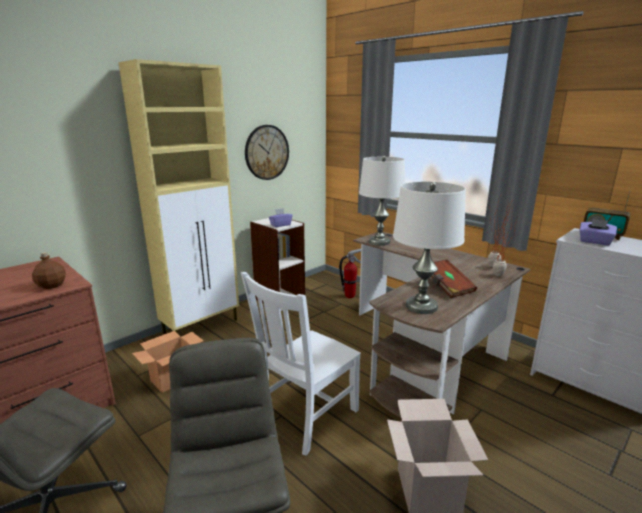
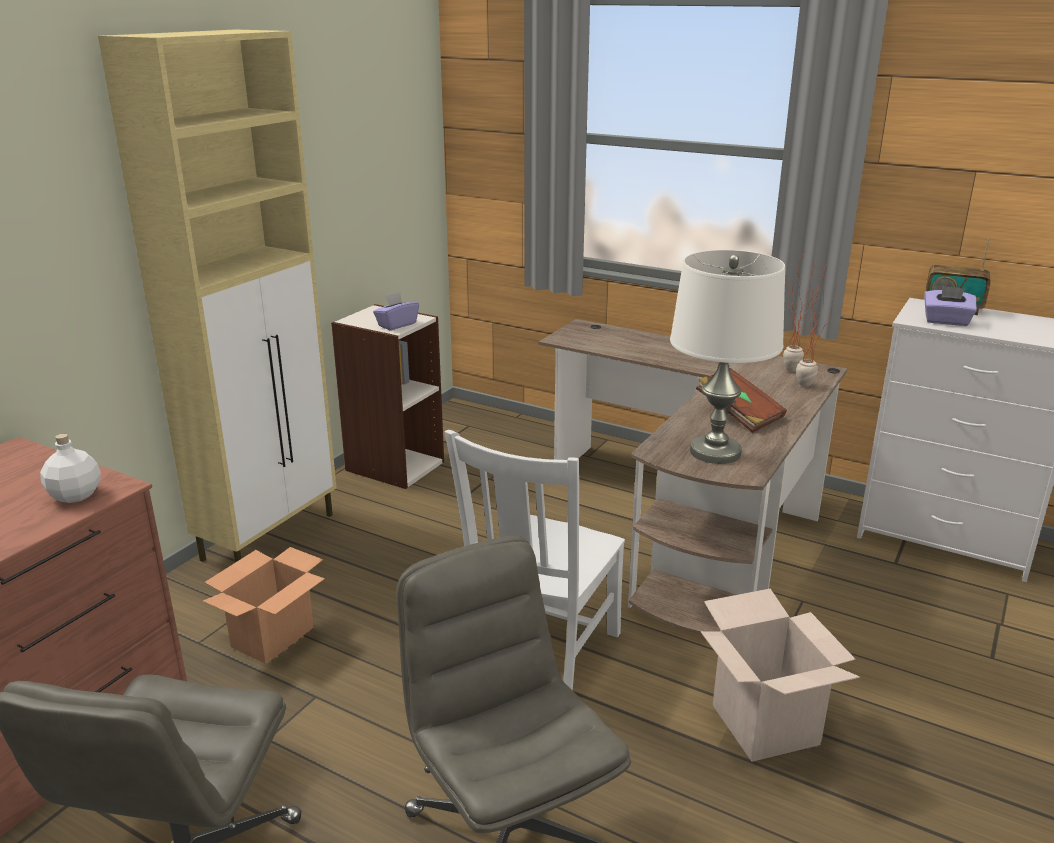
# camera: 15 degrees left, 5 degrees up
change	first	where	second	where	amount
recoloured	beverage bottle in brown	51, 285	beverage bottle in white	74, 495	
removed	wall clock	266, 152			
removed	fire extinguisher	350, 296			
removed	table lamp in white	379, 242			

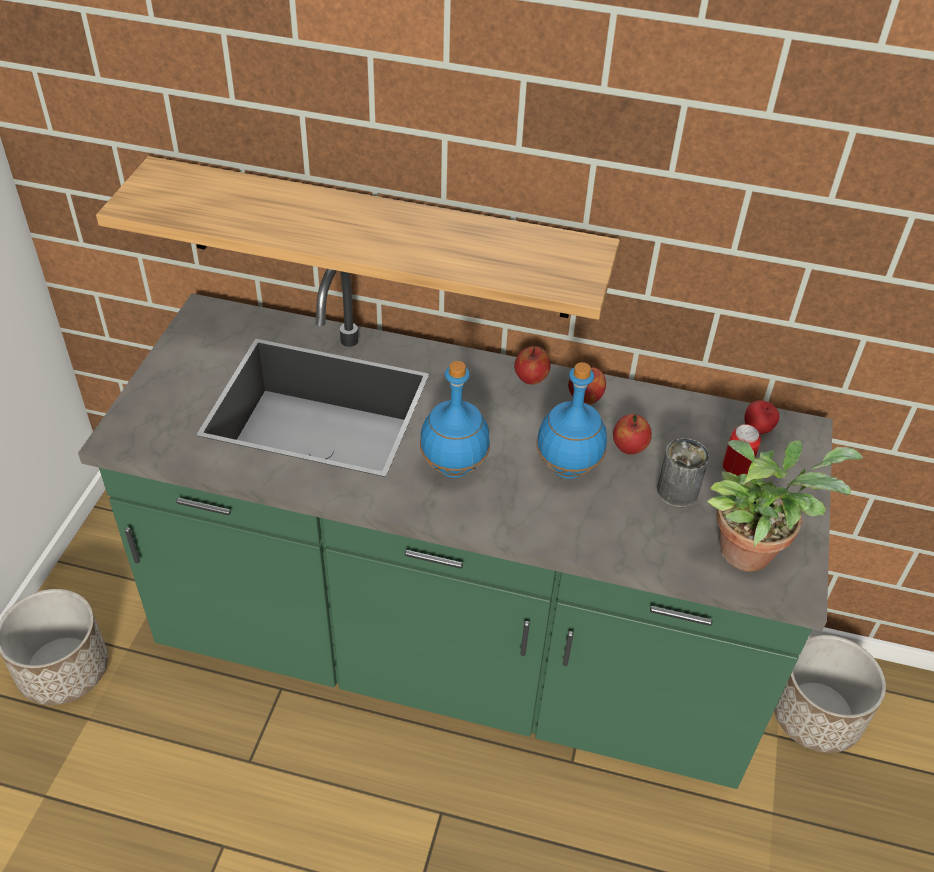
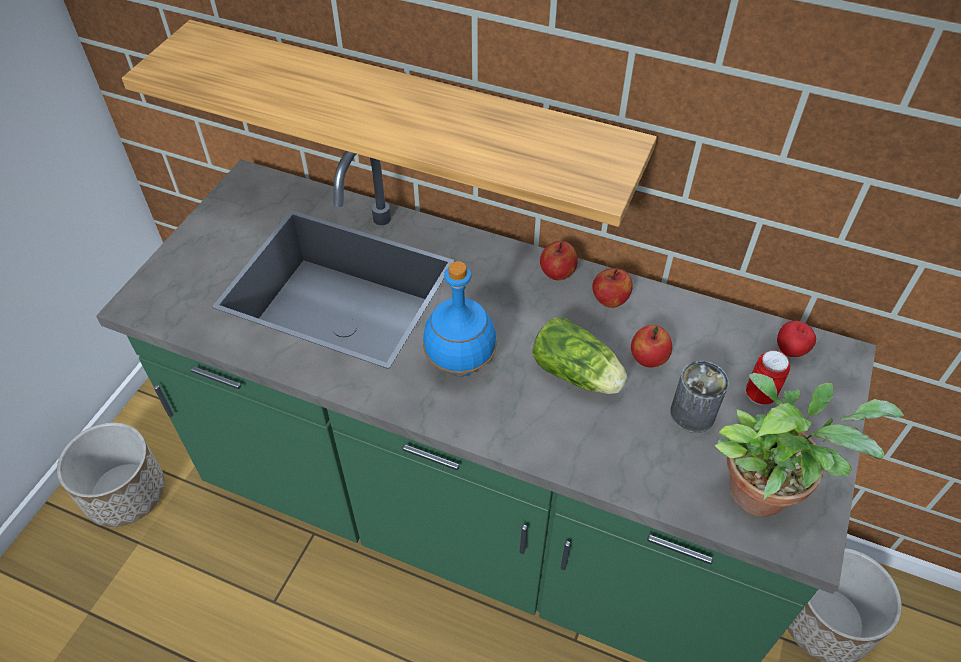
# camera: 10 degrees right, 5 degrees up
change	first	where	second	where	amount
replaced	beverage bottle in bluish	567, 467	lettuce head	578, 375	

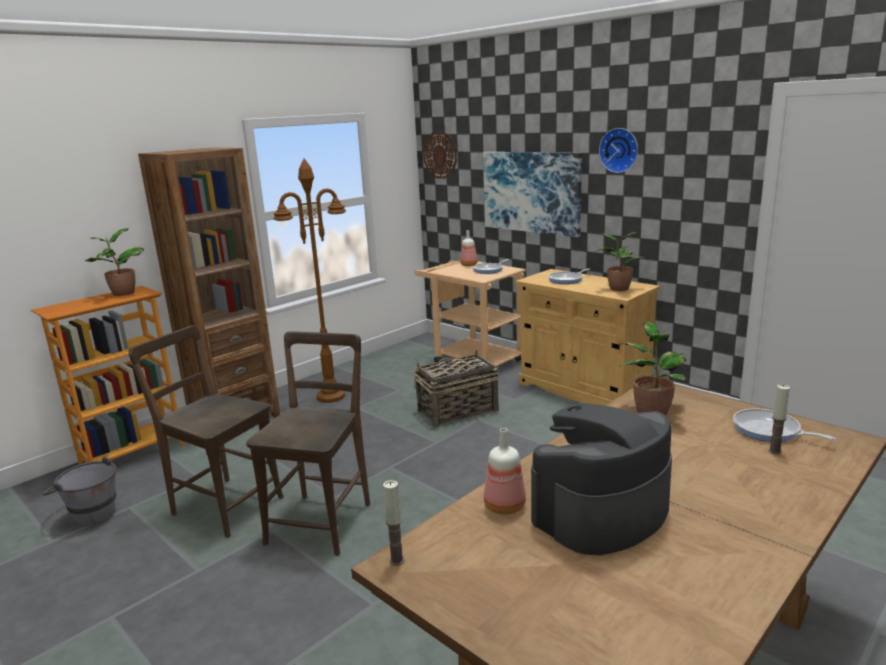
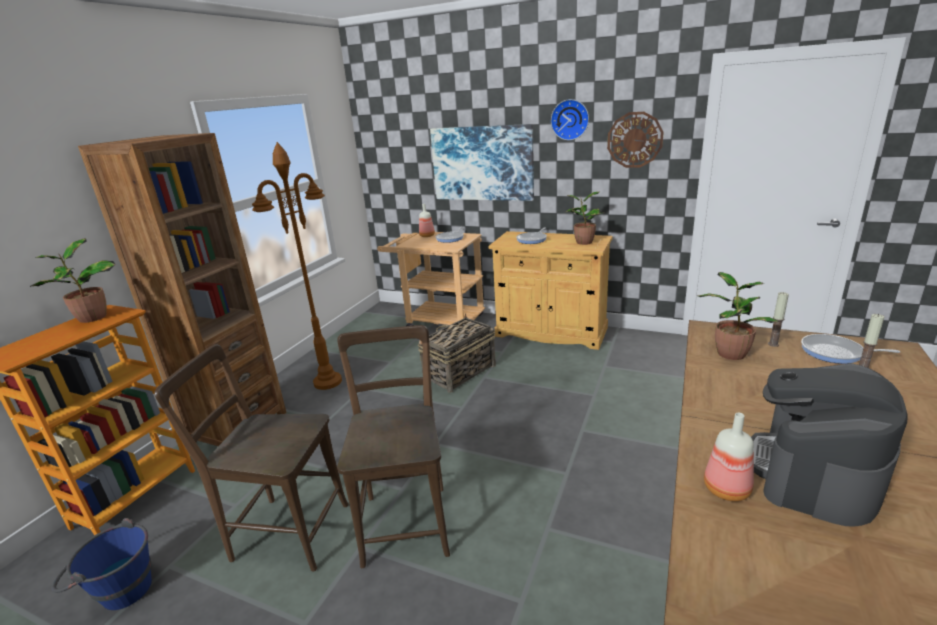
# camera: 20 degrees left, 5 degrees up
change	first	where	second	where	amount
recoloured	pail in grey	89, 513	pail in bluish	118, 590	
moved	wall clock	440, 154		634, 140	
moved	wax candle	397, 560		773, 344	

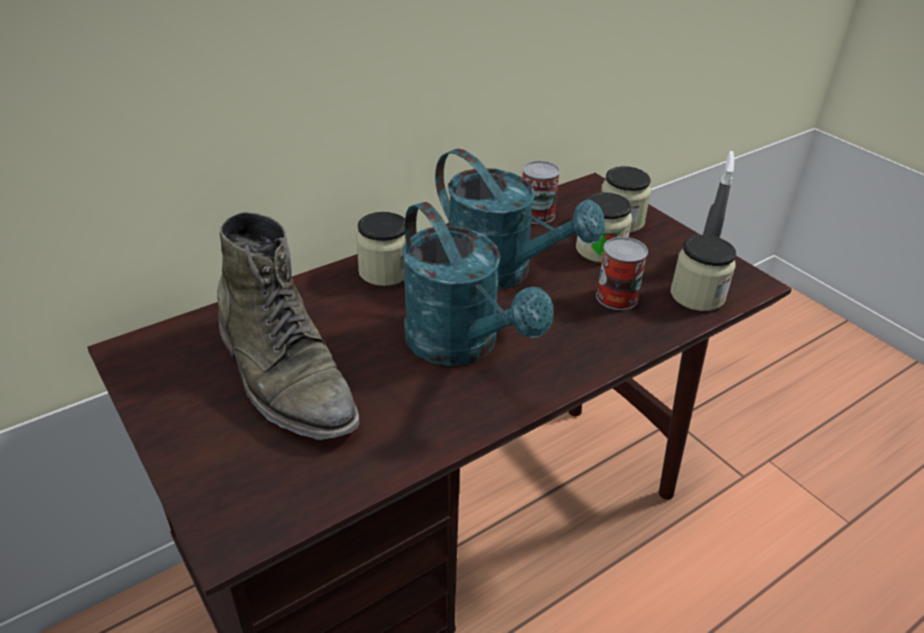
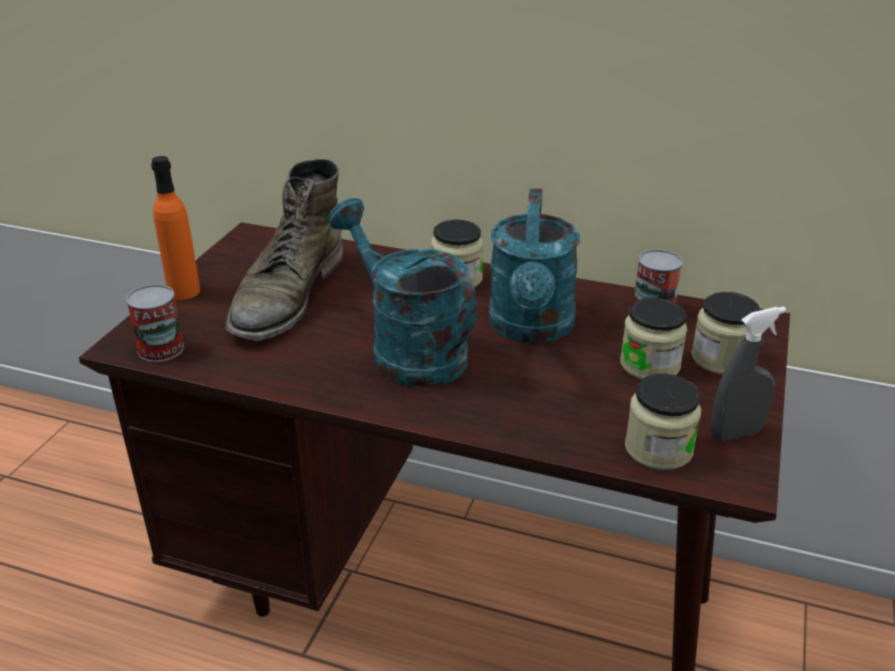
# camera: 55 degrees right, 5 degrees down
change	first	where	second	where	amount
moved	metal can	617, 297		161, 349	
added			beverage bottle in orange-coloured	184, 291	
turned	watering can in turquoise	462, 346		407, 349	120 degrees clockwise

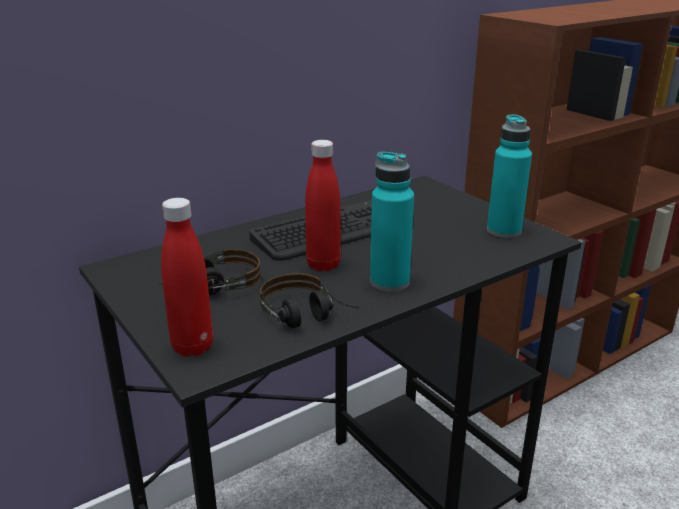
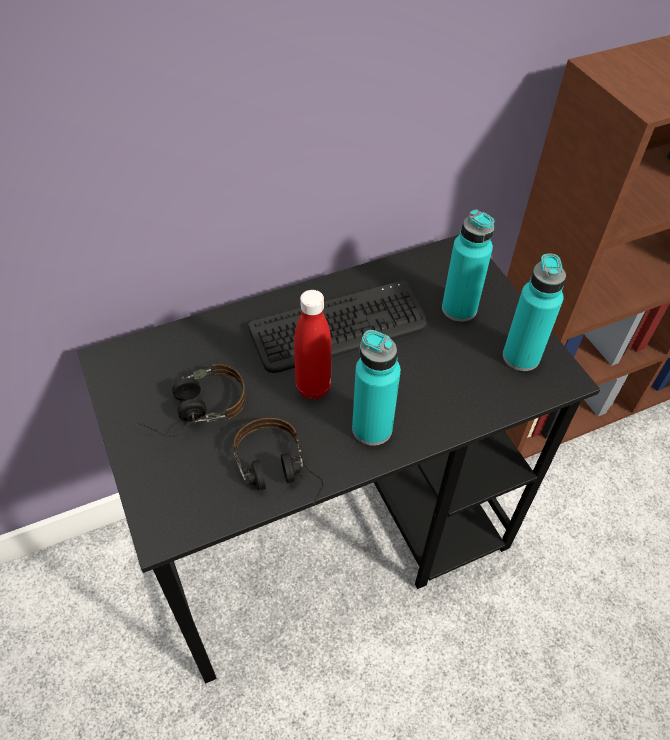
# camera: 10 degrees right, 25 degrees up
change	first	where	second	where	amount
added			beverage bottle in turquoise	459, 309	
removed	beverage bottle in red	192, 347			

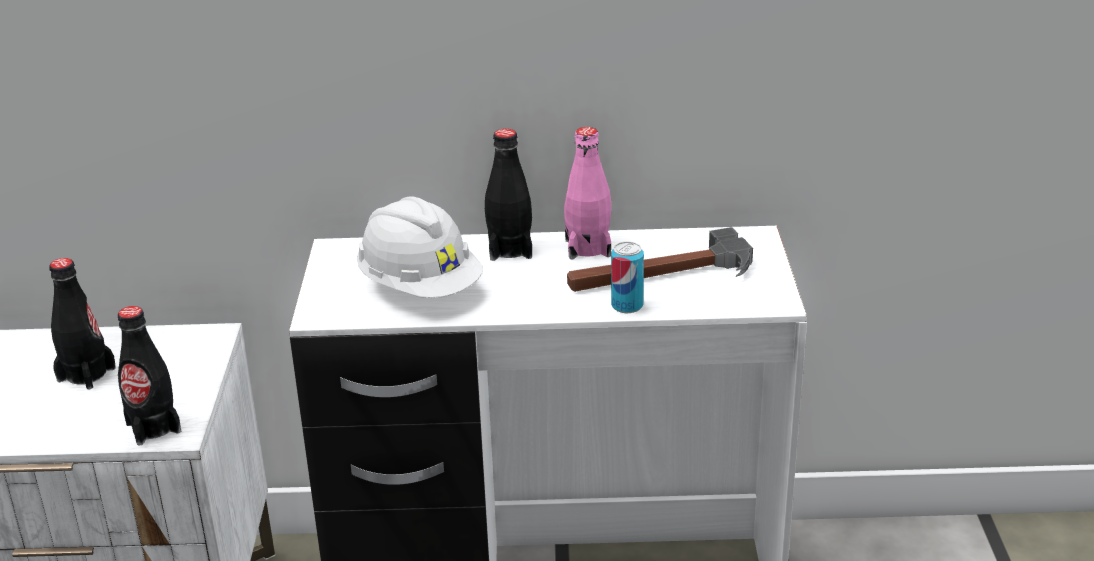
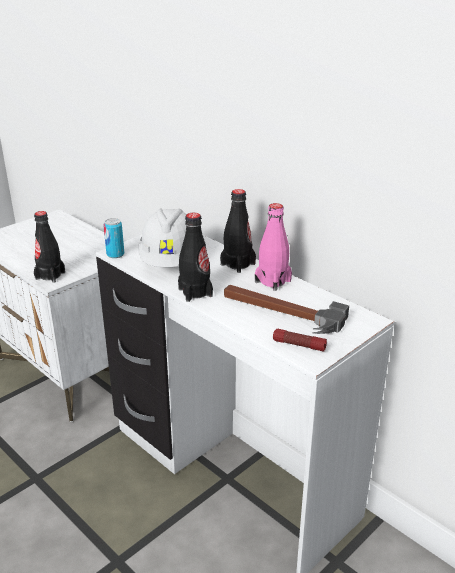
# camera: 45 degrees right, 0 degrees up
change	first	where	second	where	amount
moved	metal can	627, 306		115, 254	
moved	beverage bottle in black	86, 374		195, 292	
added			torch	299, 345	

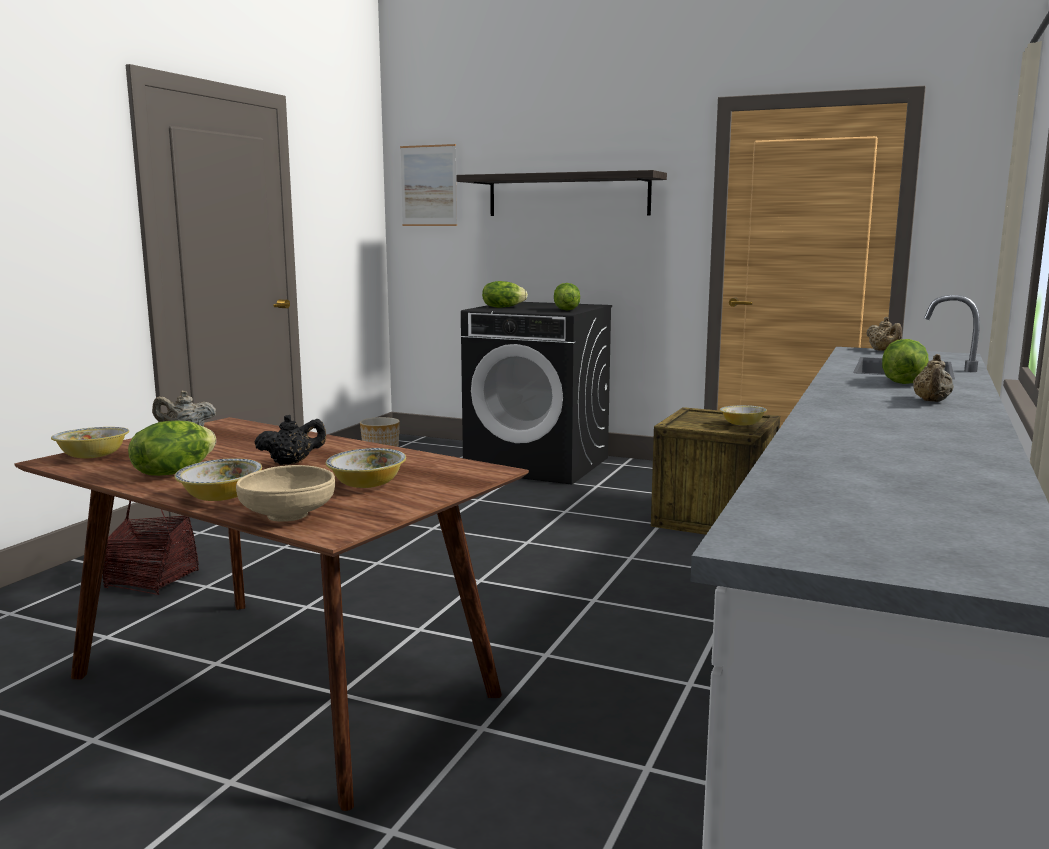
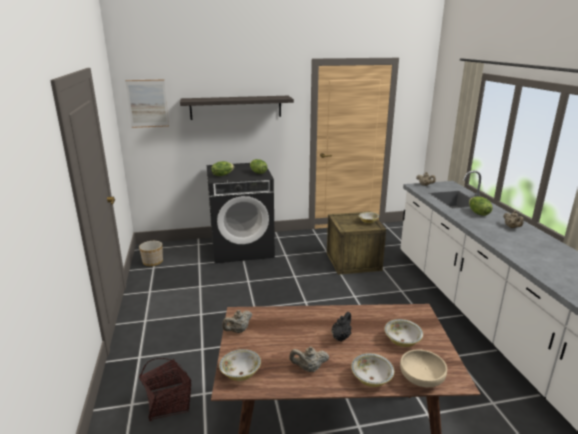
# camera: 35 degrees left, 10 degrees up
change	first	where	second	where	amount
replaced	lettuce head	174, 472	teapot in beige	309, 368	

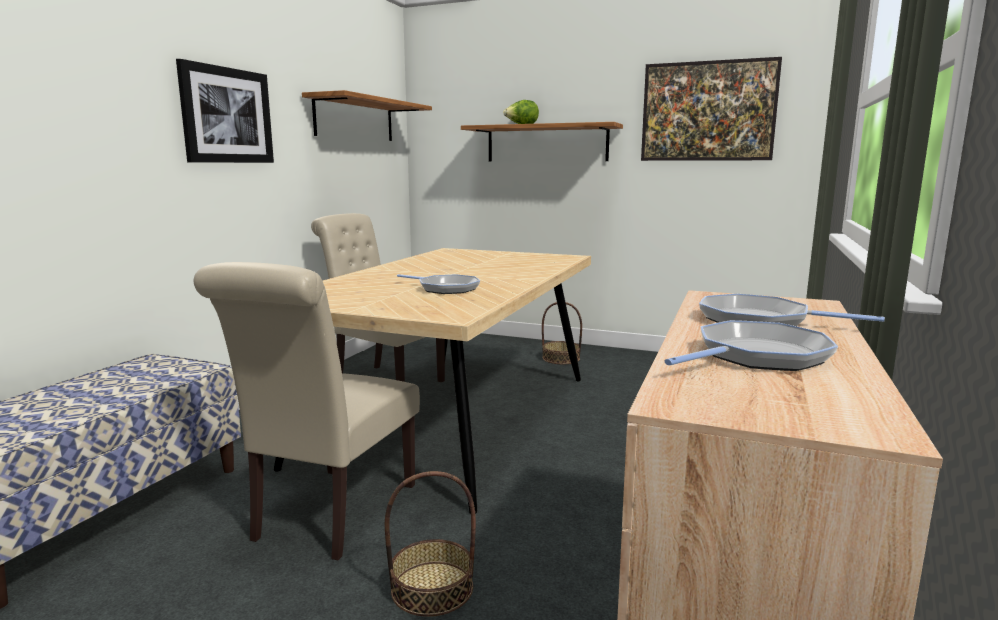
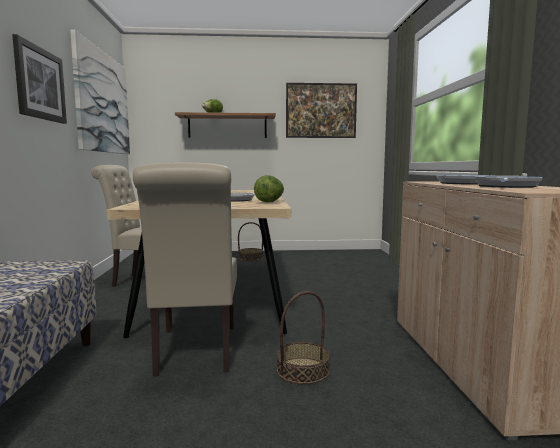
# camera: 25 degrees left, 5 degrees down
change	first	where	second	where	amount
replaced	bracket shelf	355, 119	picture	103, 103	
added			lettuce head	270, 202	

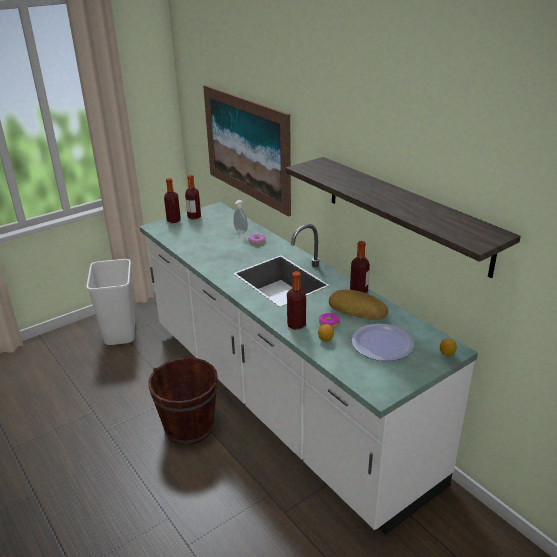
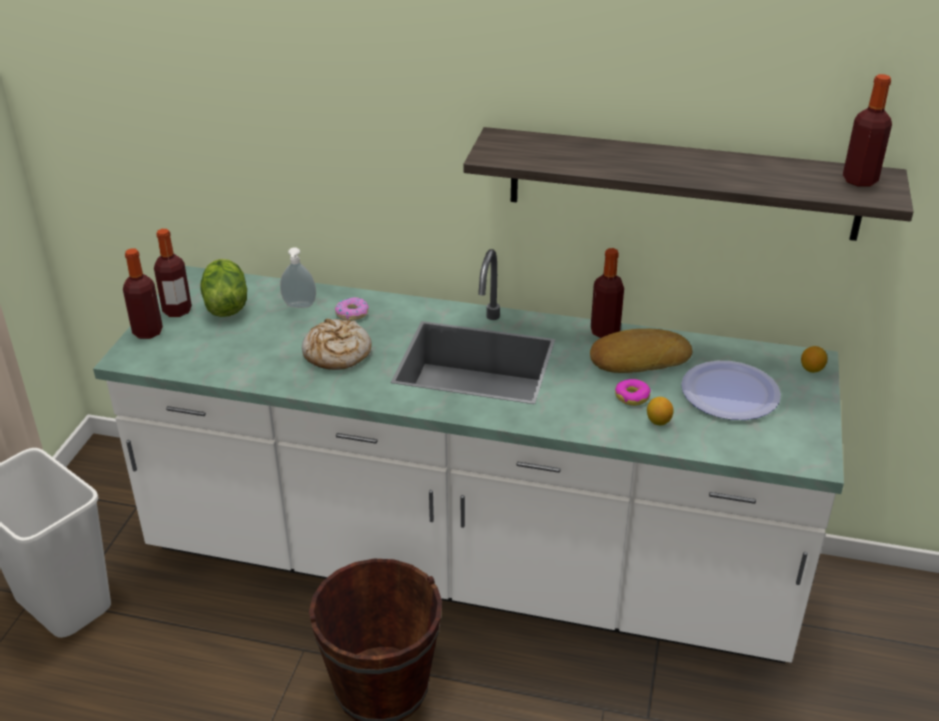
# camera: 40 degrees left, 5 degrees up
change	first	where	second	where	amount
added			lettuce head	225, 305	
added			bakery bread	337, 353	
moved	beverage bottle	296, 325		859, 180	
removed	picture	246, 147			

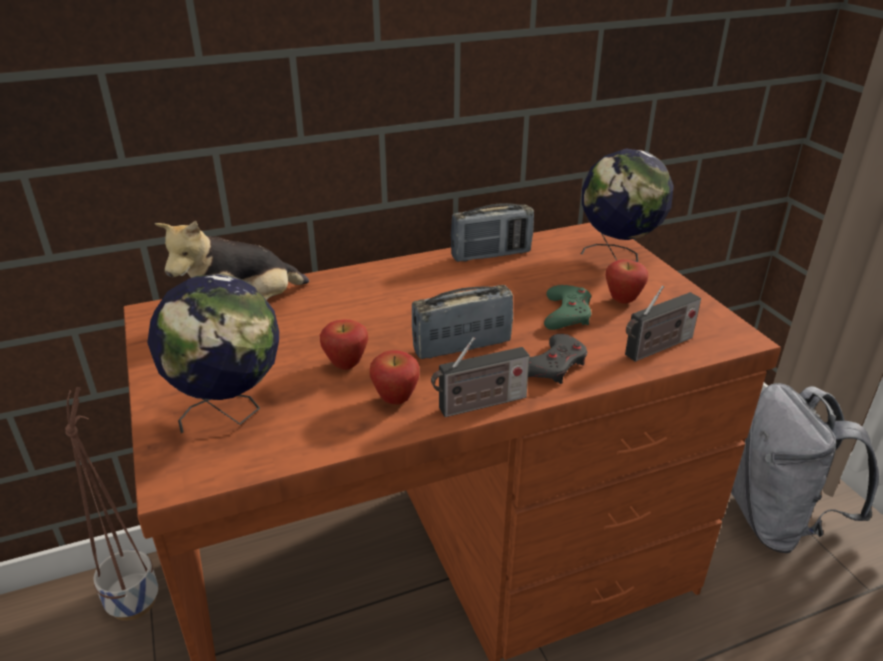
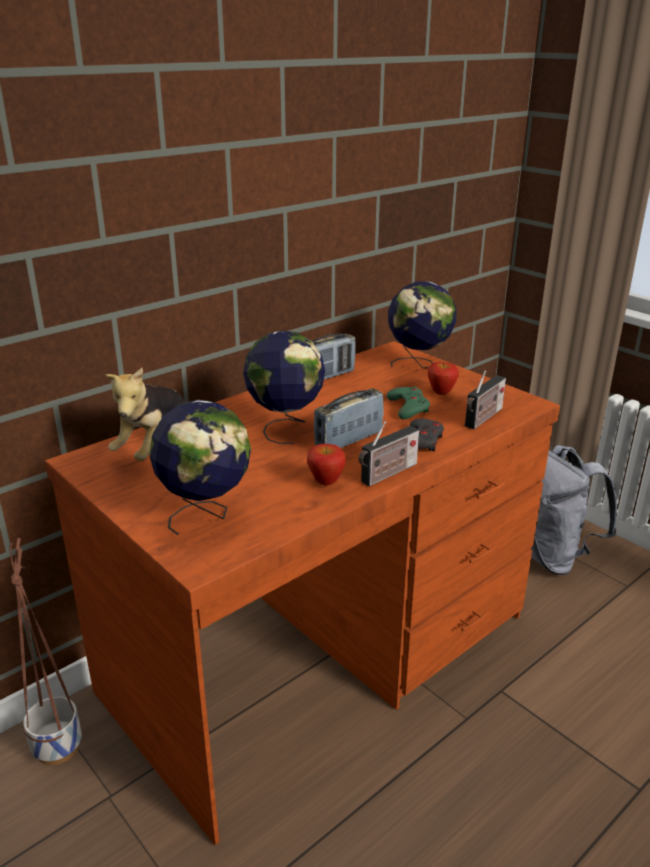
# camera: 20 degrees left, 5 degrees down
change	first	where	second	where	amount
added			world globe	285, 427	
removed	whole apple	346, 365			

